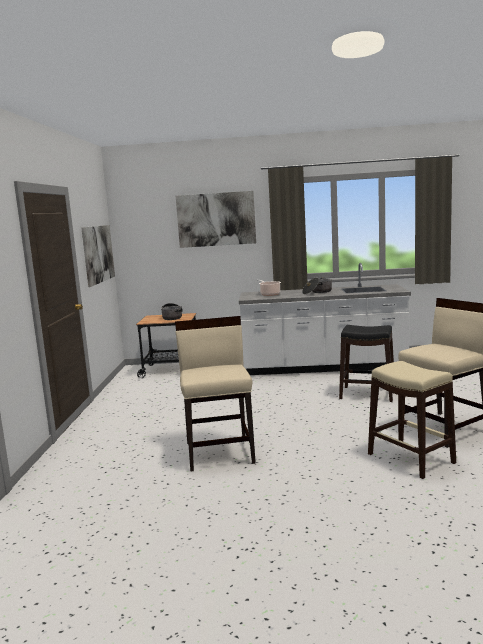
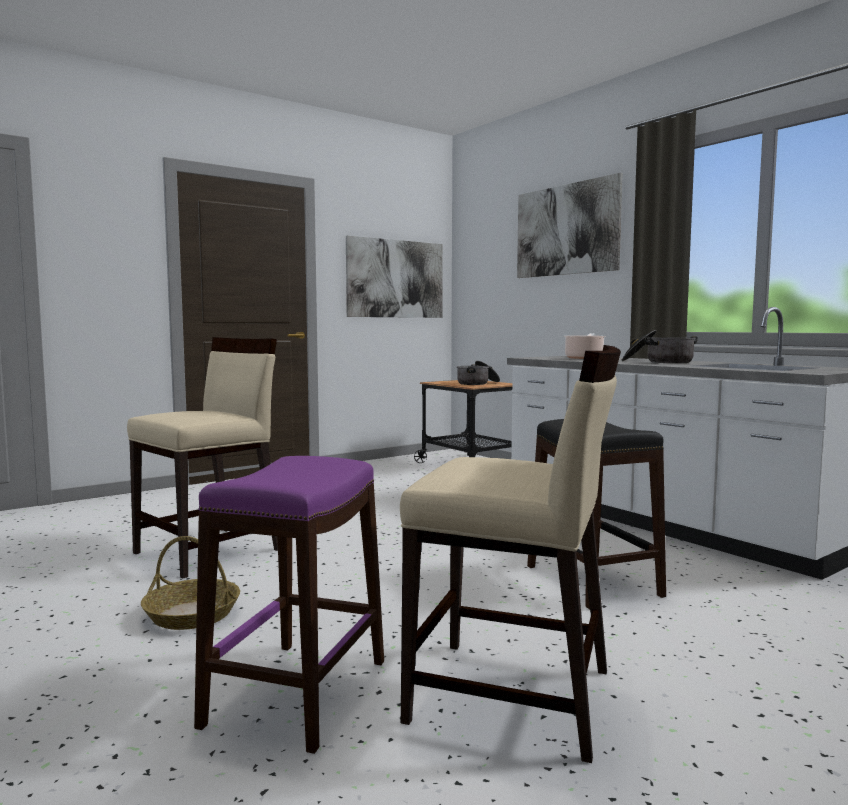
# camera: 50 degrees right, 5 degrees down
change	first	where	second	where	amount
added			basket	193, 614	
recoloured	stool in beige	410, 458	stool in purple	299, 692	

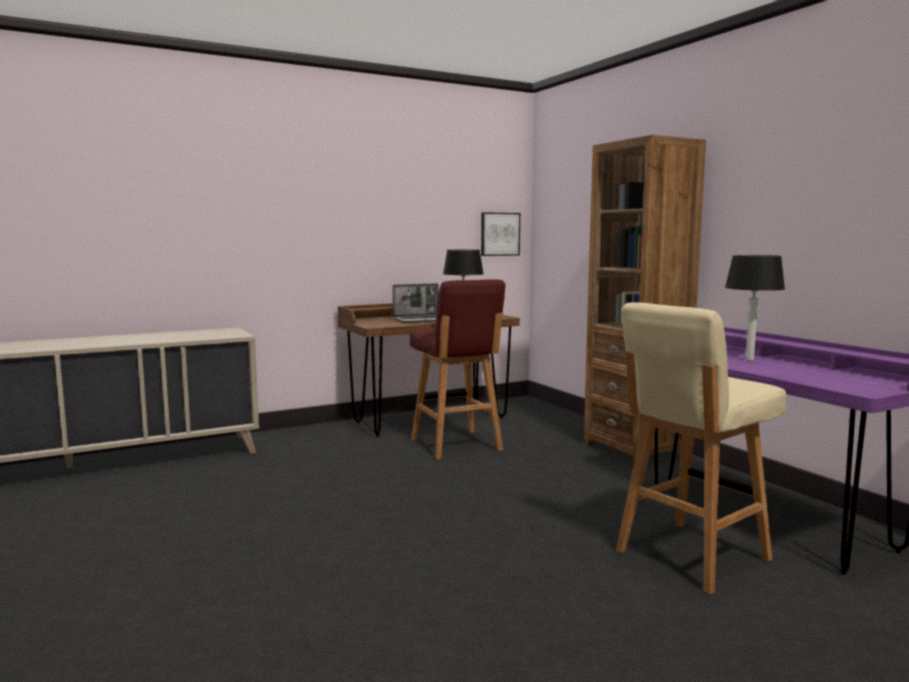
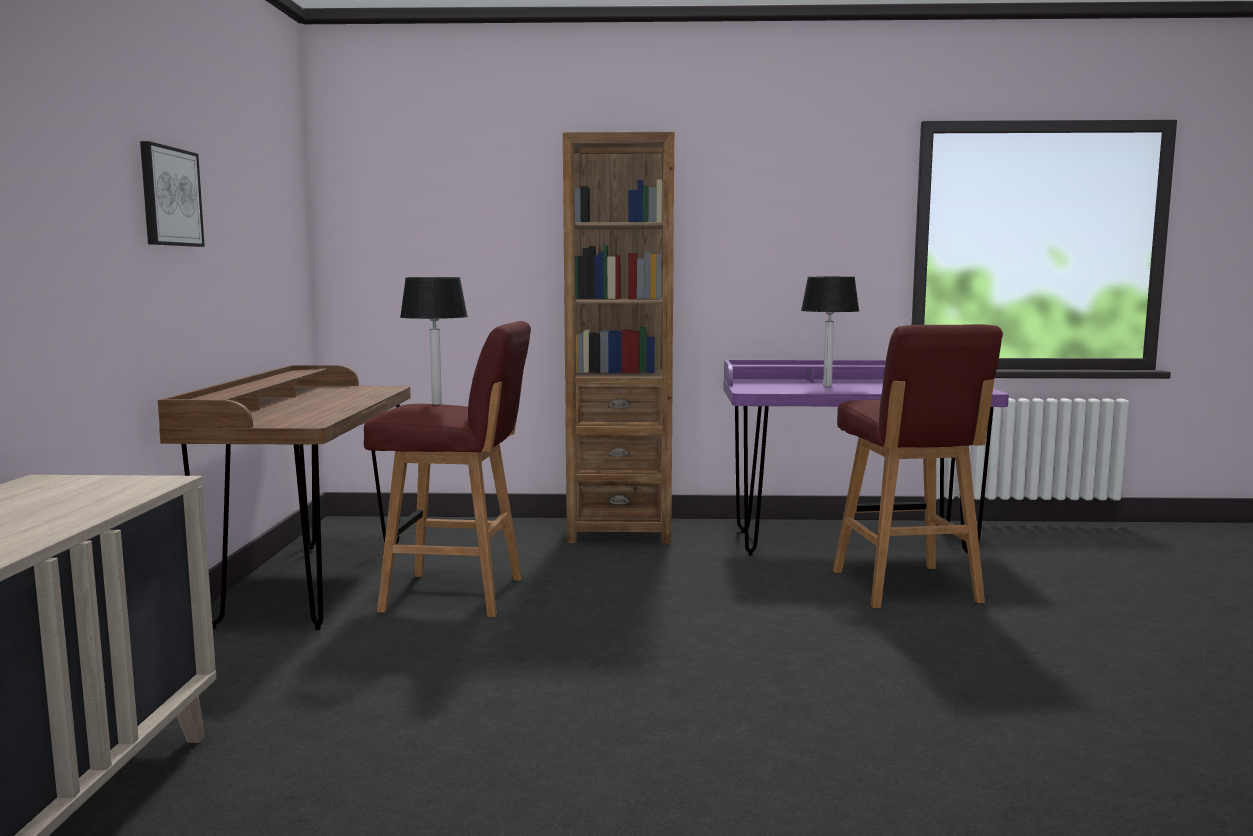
# camera: 60 degrees left, 0 degrees up
change	first	where	second	where	amount
moved	picture	499, 234		169, 197	
recoloured	stool in beige	689, 556	stool in red	906, 587	
removed	notebook computer	421, 320			

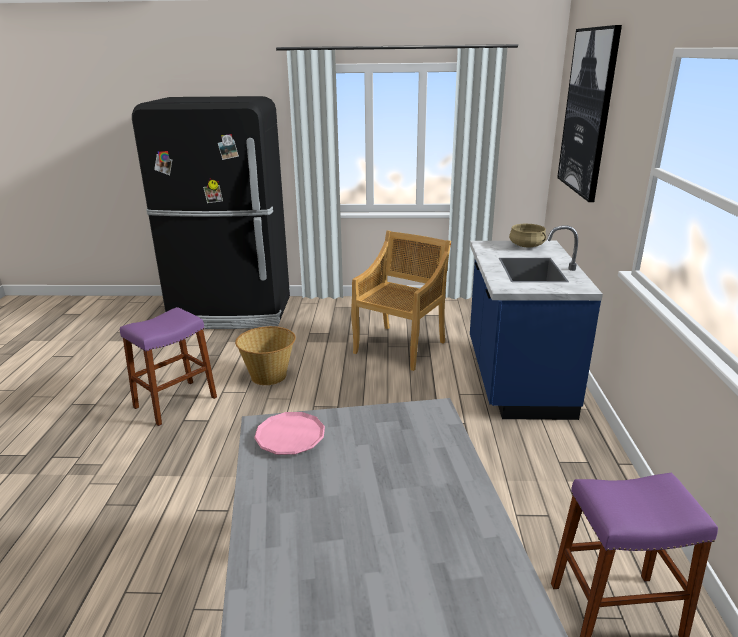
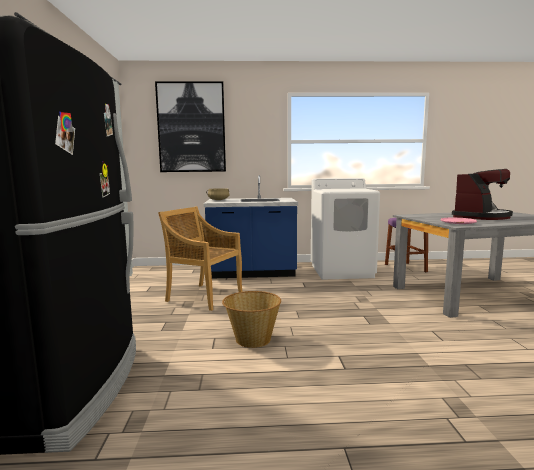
# camera: 95 degrees left, 15 degrees down
change	first	where	second	where	amount
added			laundry machine in white	342, 271	
added			coffee brewer	481, 217	
removed	stool in purple	175, 402			

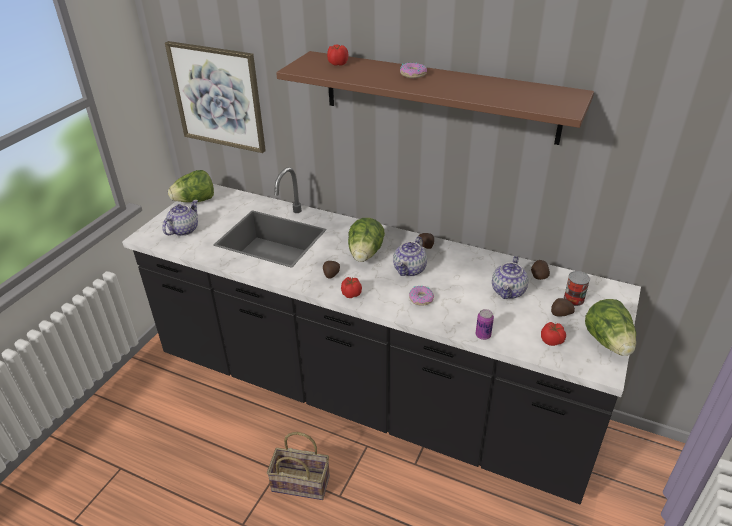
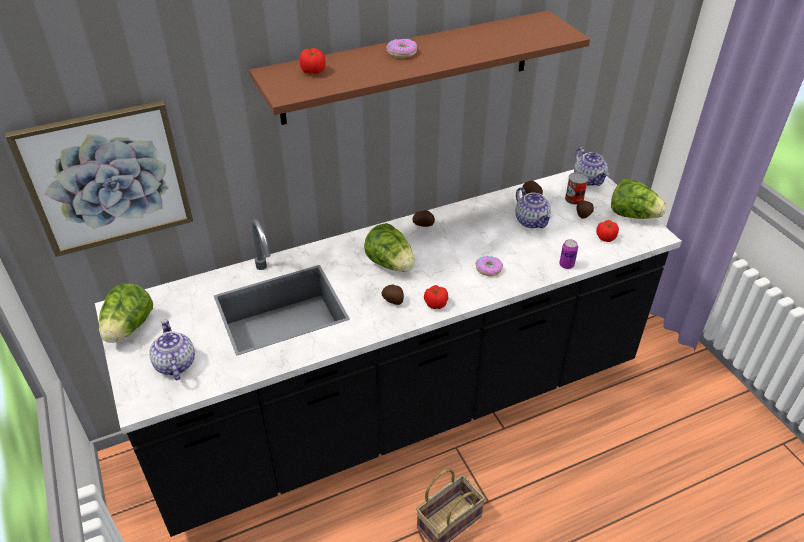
# camera: 50 degrees left, 5 degrees up
change	first	where	second	where	amount
moved	teapot	410, 270		589, 180	

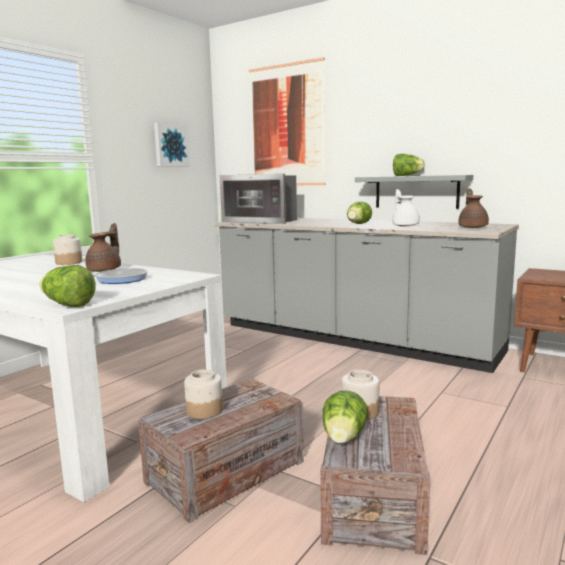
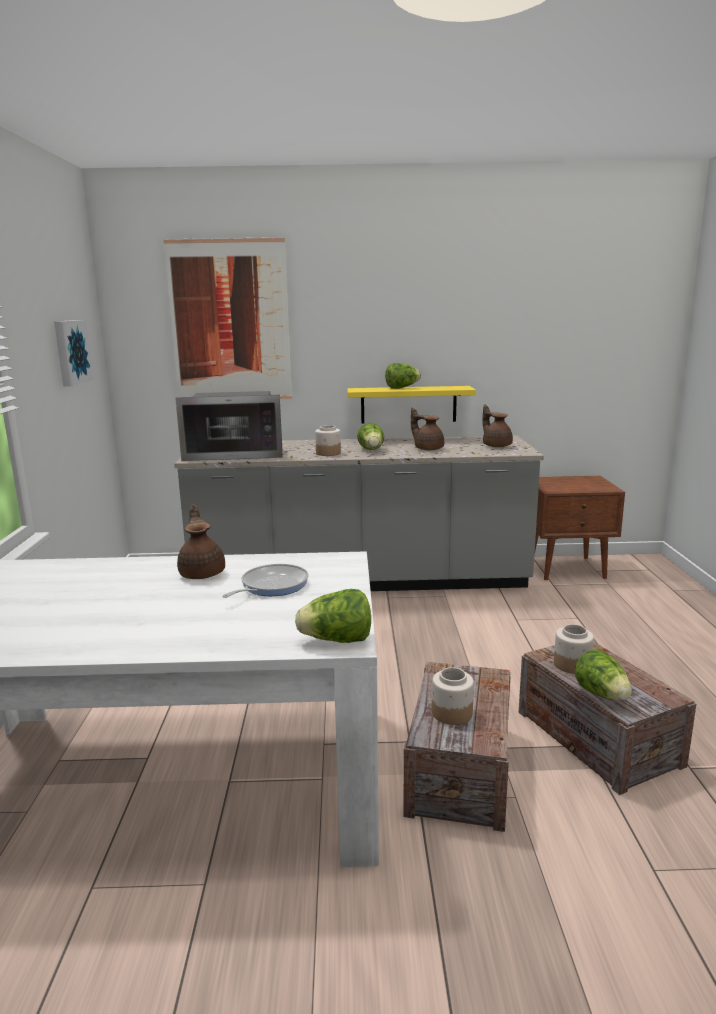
# camera: 35 degrees left, 5 degrees up
change	first	where	second	where	amount
moved	jar	69, 262		328, 453	
recoloured	bracket shelf in grey	416, 192	bracket shelf in yellow-coloured	408, 404	
recoloured	teapot in white	405, 226	teapot in brown	428, 448	

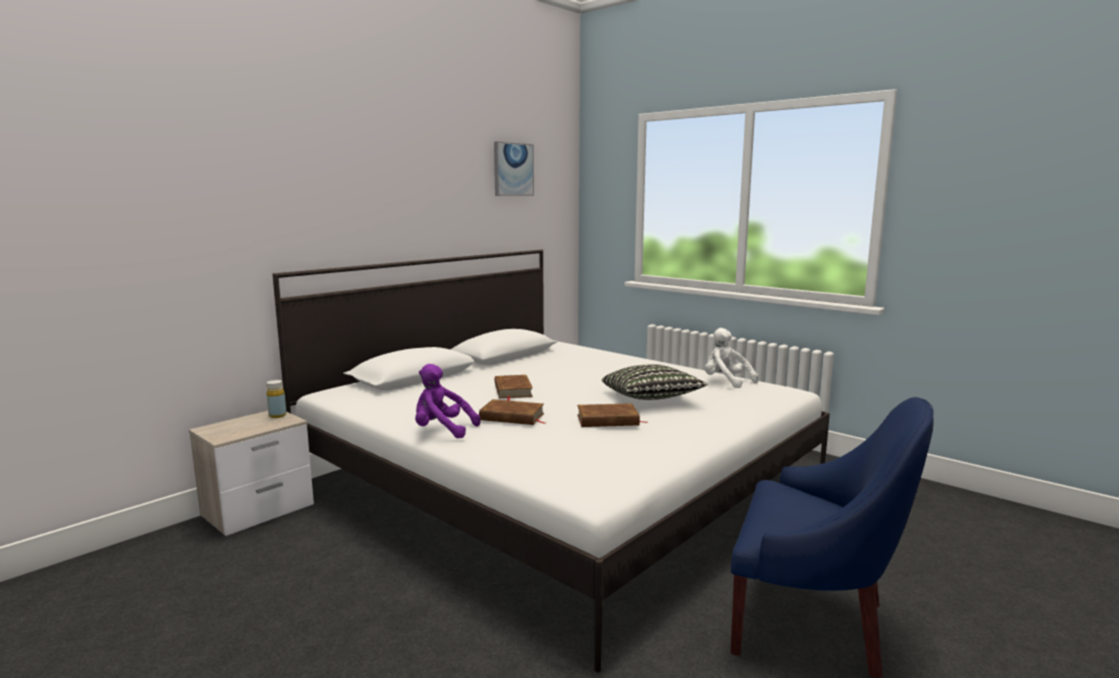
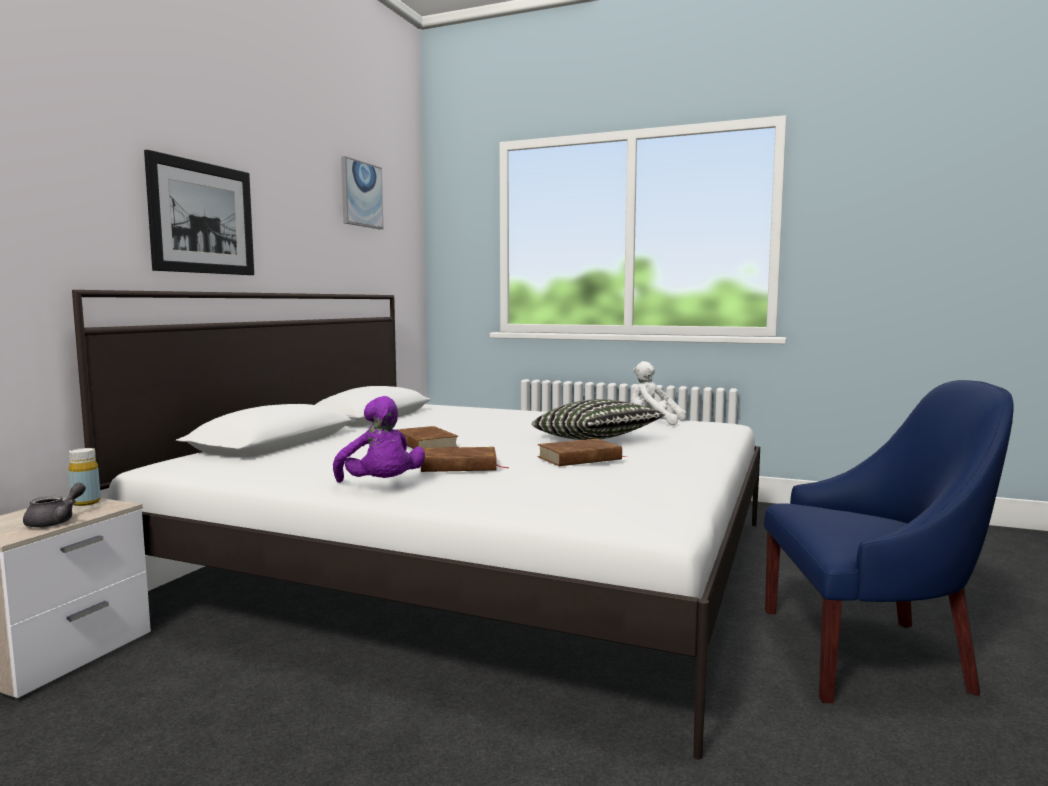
# camera: 20 degrees left, 5 degrees down
change	first	where	second	where	amount
added			teapot in grey	56, 521	
added			picture	202, 218	
turned	cuddly toy in purple	442, 430		381, 486	120 degrees counterclockwise

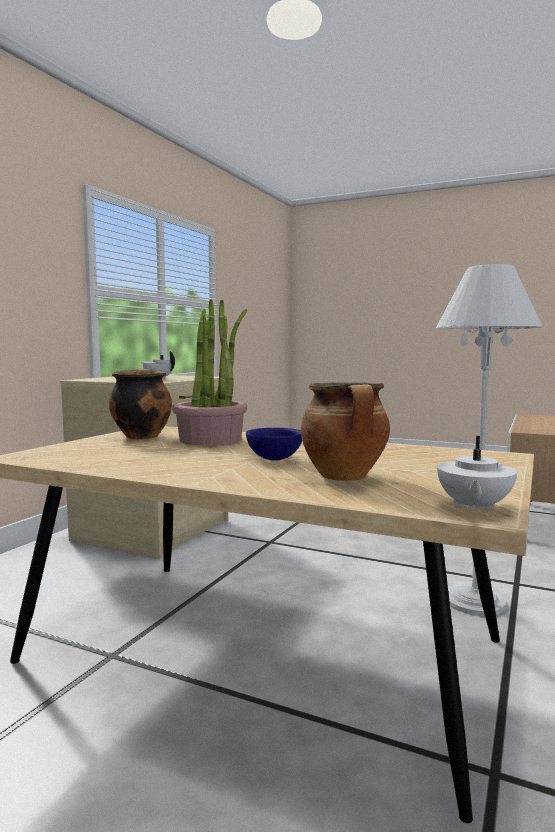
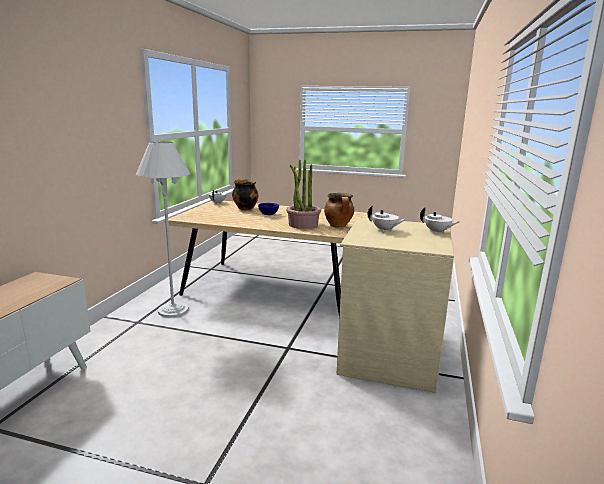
# camera: 170 degrees right, 10 degrees up
change	first	where	second	where	amount
added			teapot in white	437, 232	

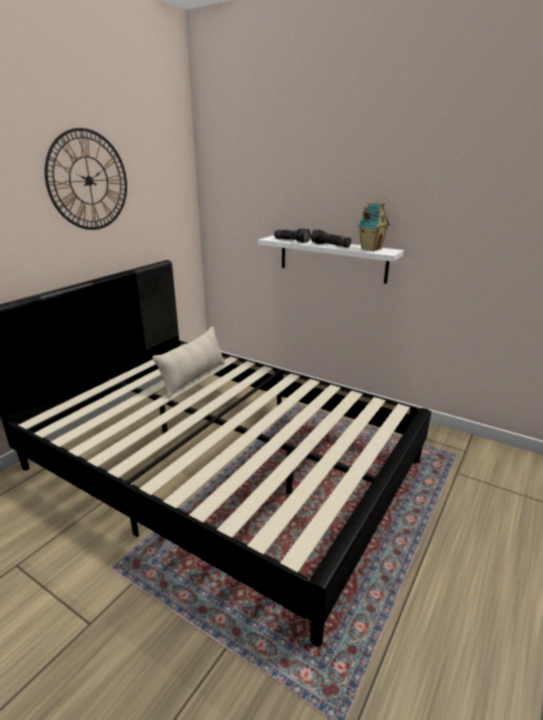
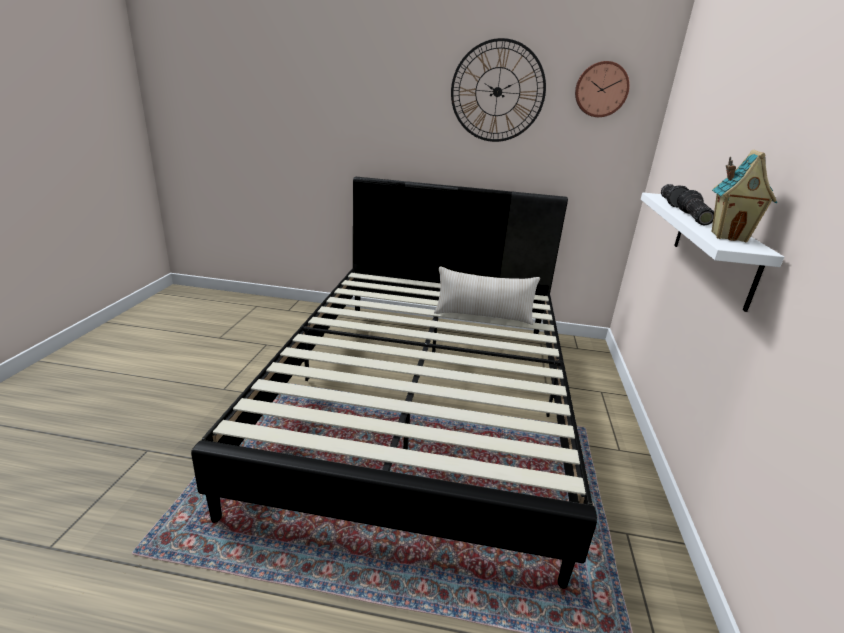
# camera: 65 degrees right, 0 degrees up
change	first	where	second	where	amount
added			wall clock	601, 89	

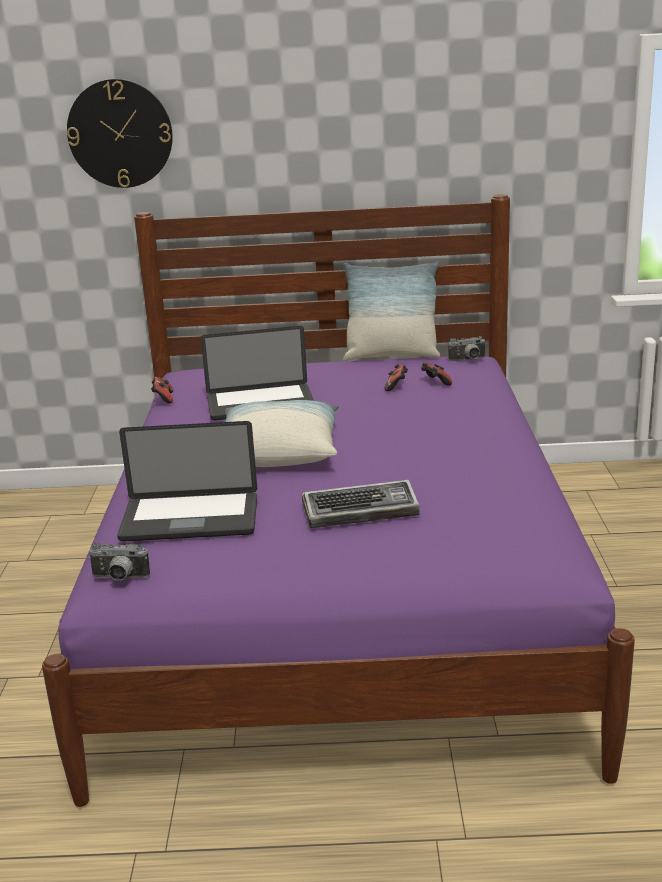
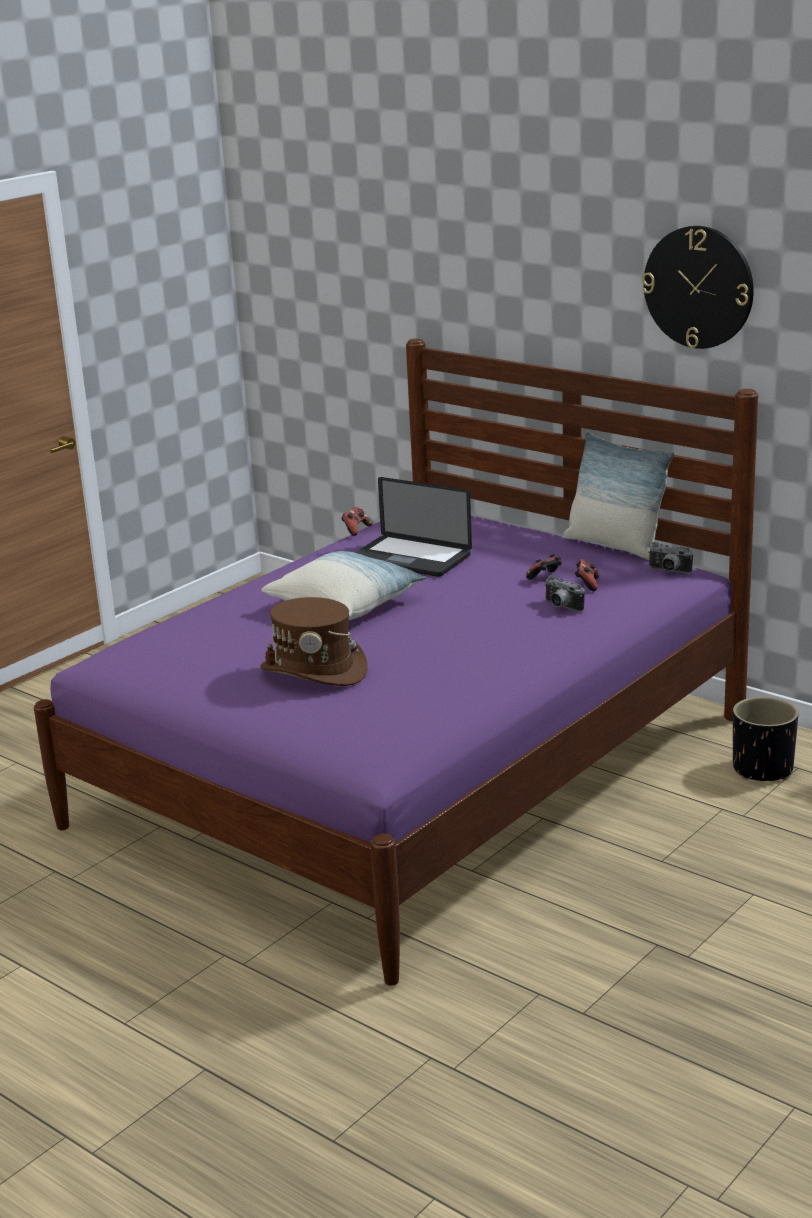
# camera: 40 degrees right, 0 degrees up
change	first	where	second	where	amount
replaced	keyboard	361, 511	wearable hat in brown	314, 671	
moved	still camera	119, 578		561, 607	
moved	wall clock	120, 134		698, 287	
added			flower pot in black	763, 769	
removed	notebook computer	190, 519			

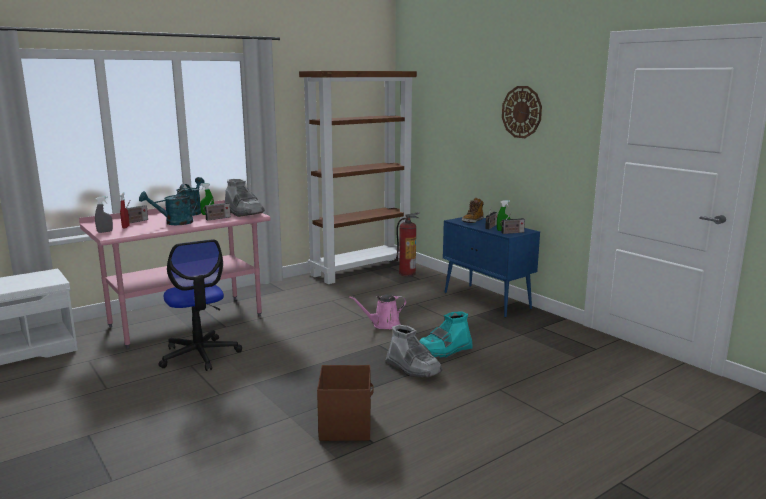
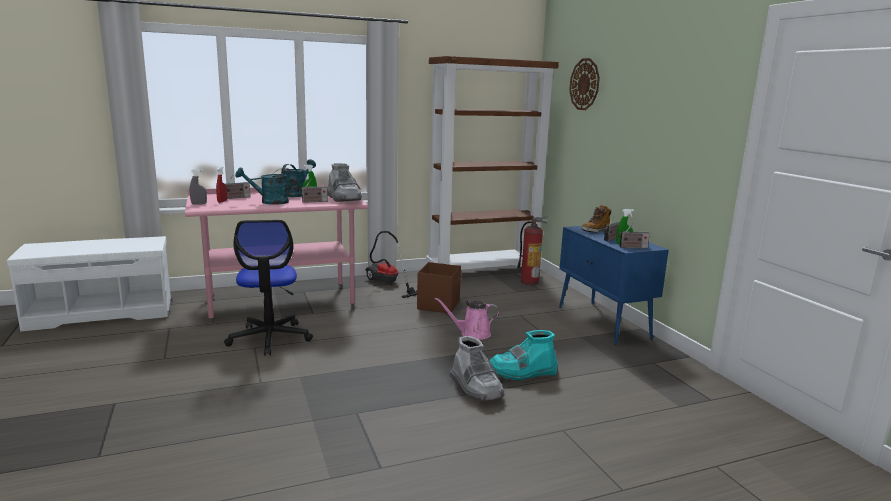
# camera: 15 degrees right, 0 degrees up
change	first	where	second	where	amount
added			vacuum cleaner	387, 284	
moved	storage bin in brown	346, 426		439, 305	
moved	wall clock	522, 112		584, 84	

